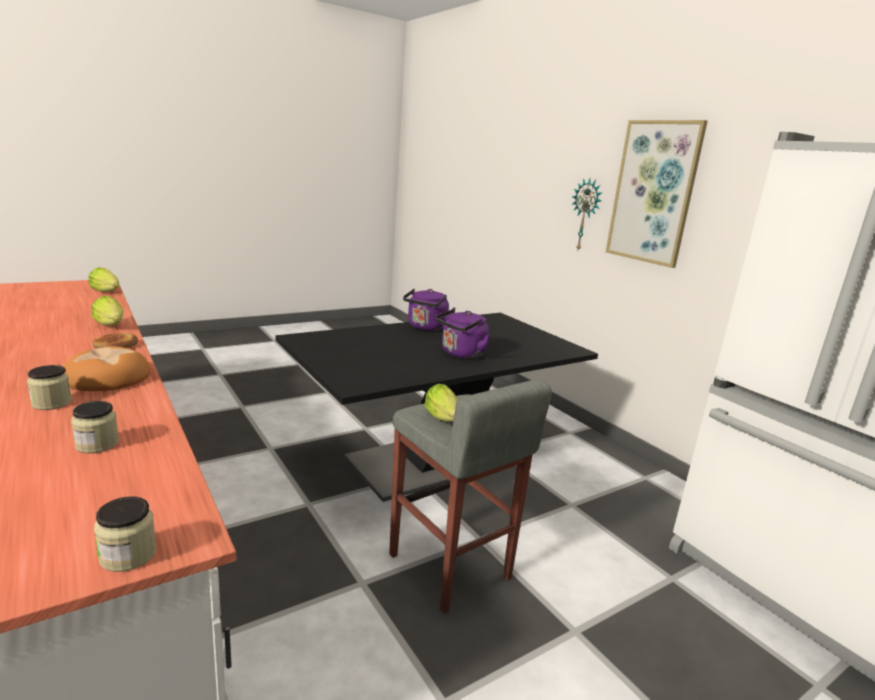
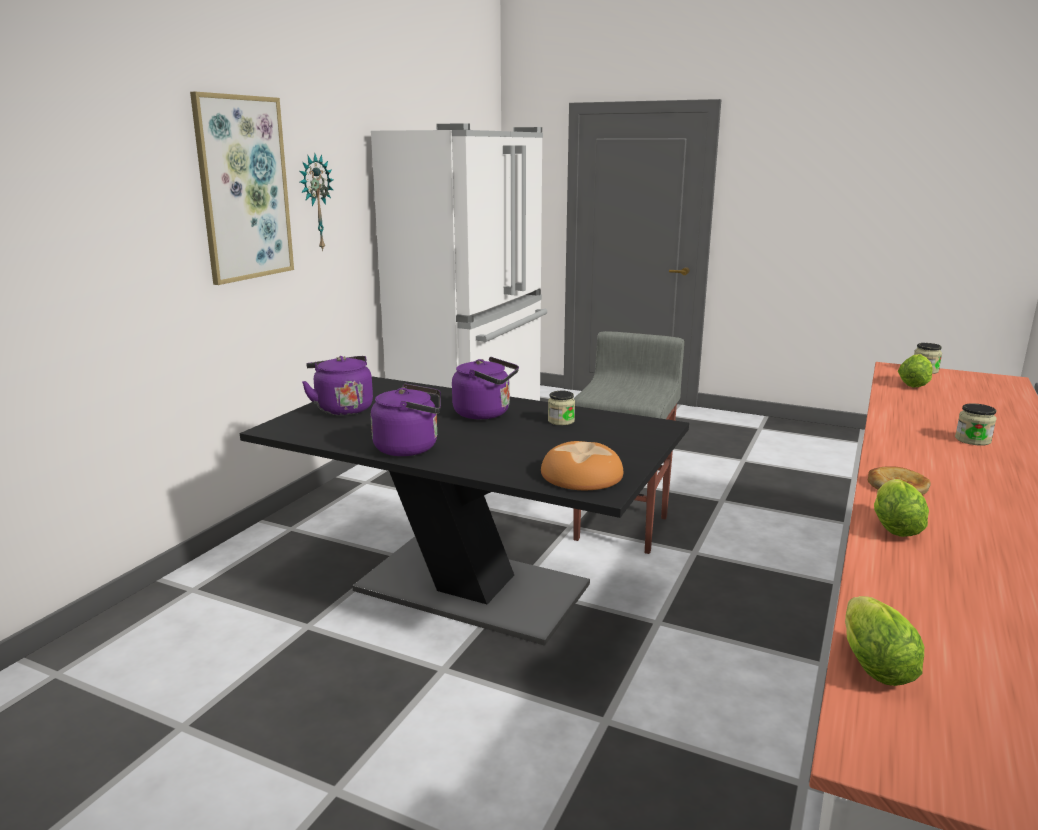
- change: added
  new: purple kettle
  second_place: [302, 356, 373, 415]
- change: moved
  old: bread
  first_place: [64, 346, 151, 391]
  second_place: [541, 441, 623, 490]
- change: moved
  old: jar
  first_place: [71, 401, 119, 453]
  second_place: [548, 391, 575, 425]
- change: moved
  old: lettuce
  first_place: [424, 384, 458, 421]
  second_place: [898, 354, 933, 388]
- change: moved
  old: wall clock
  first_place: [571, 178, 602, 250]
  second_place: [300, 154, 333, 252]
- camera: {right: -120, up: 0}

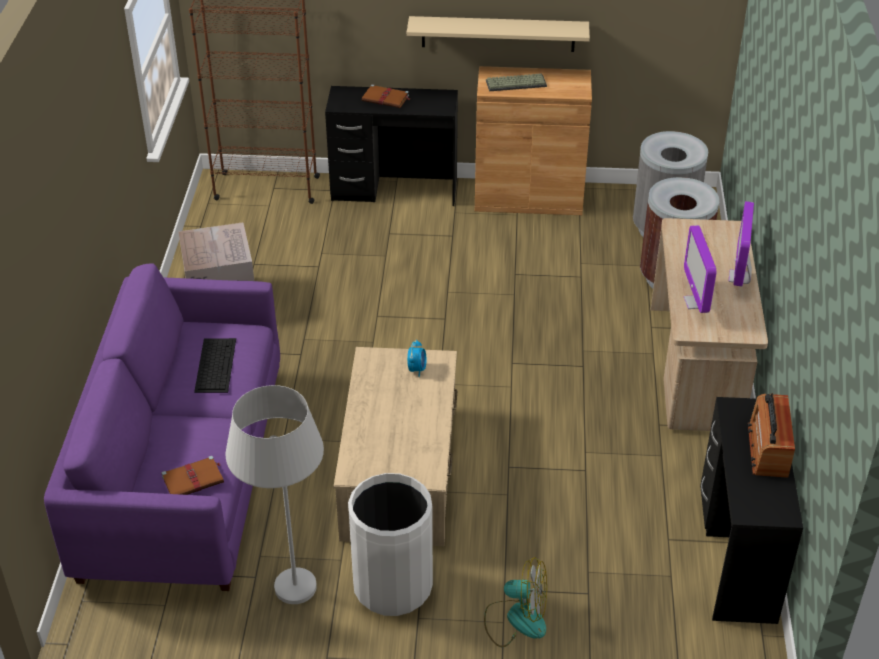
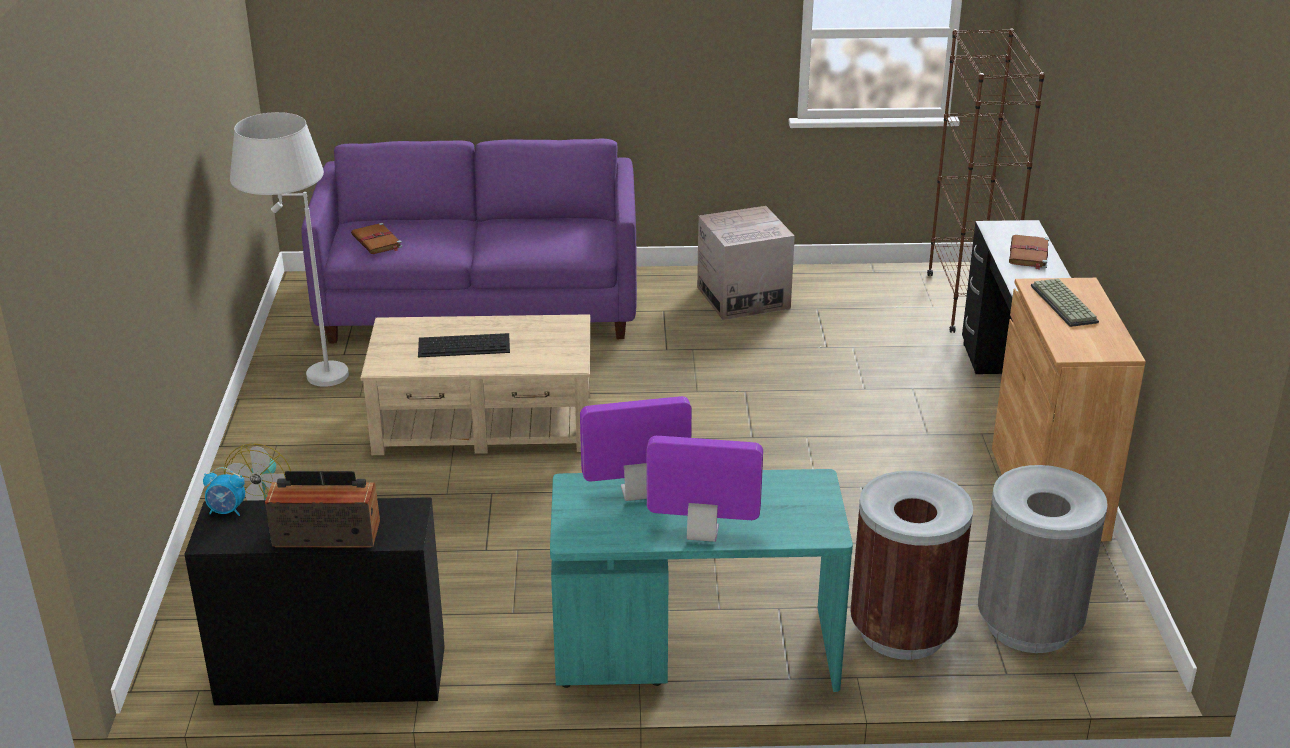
- change: removed
  old: white trash can
  first_place: [348, 473, 433, 616]
- change: removed
  old: beige shelf
  first_place: [407, 16, 590, 52]
- change: moved
  old: keyboard
  first_place: [194, 338, 236, 393]
  second_place: [418, 333, 510, 357]
- change: moved
  old: alarm clock
  first_place: [407, 340, 427, 377]
  second_place: [203, 467, 245, 516]
- change: recoloured
  old: beige desk
  new: turquoise desk
  first_place: [651, 218, 768, 431]
  second_place: [550, 469, 853, 692]
- camera: {right: 85, up: -10}

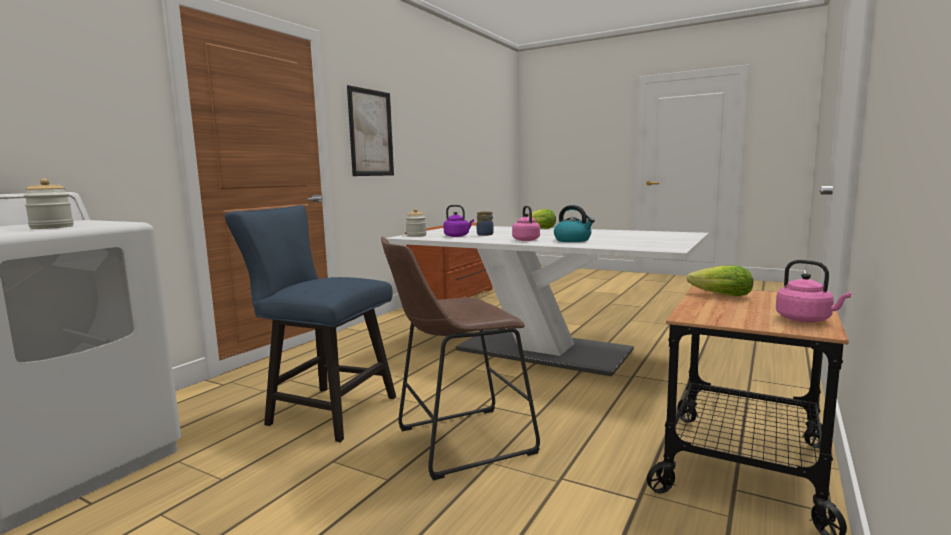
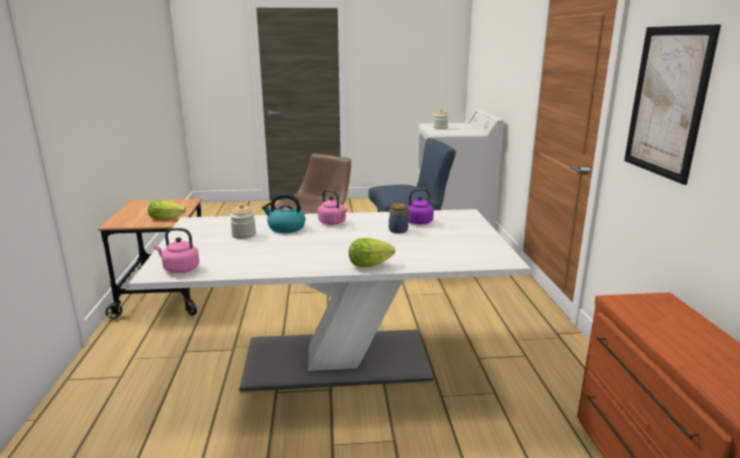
- change: moved
  old: jar
  first_place: [406, 209, 426, 237]
  second_place: [230, 204, 256, 239]
- change: moved
  old: pink kettle
  first_place: [776, 260, 851, 322]
  second_place: [154, 228, 199, 273]
- camera: {right: 145, up: 10}

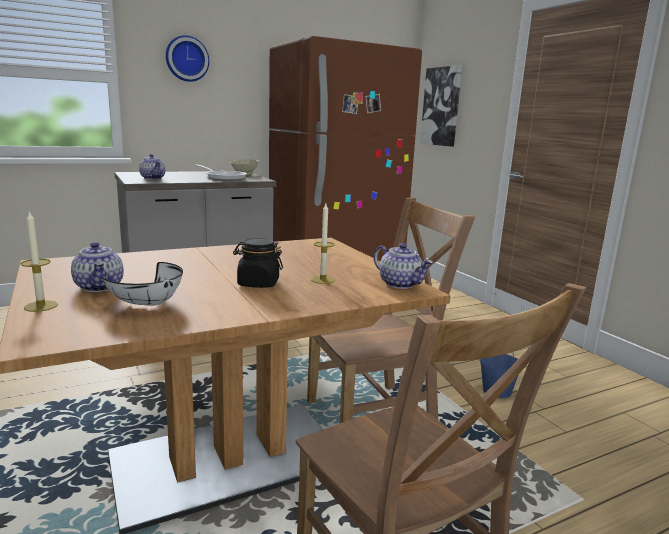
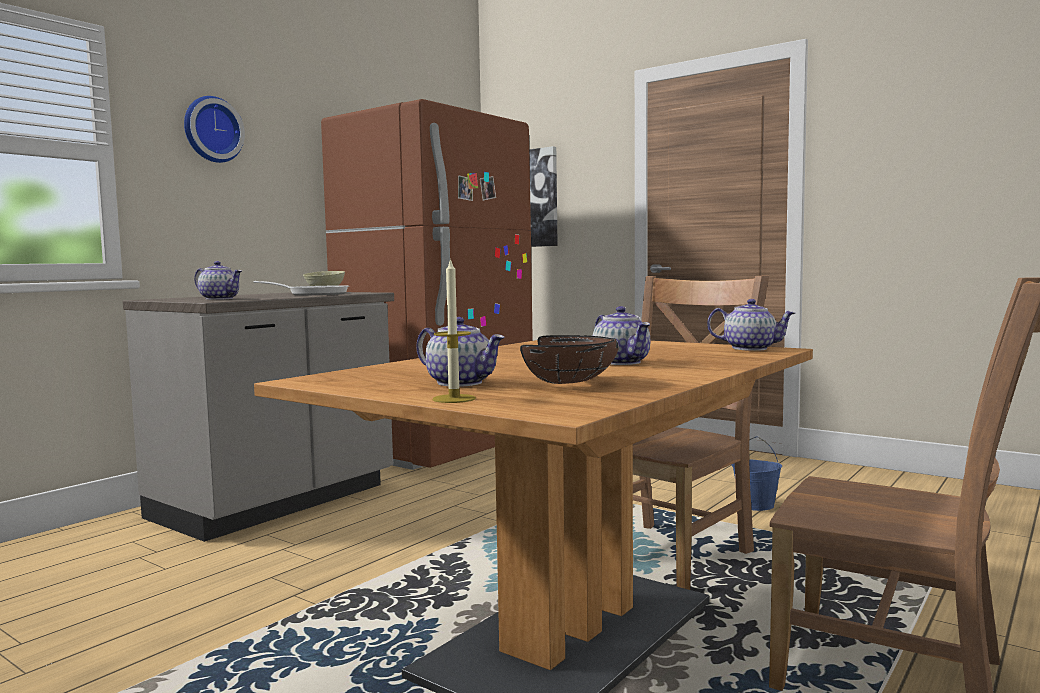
- change: removed
  old: candle
  first_place: [311, 203, 335, 284]
- change: replaced
  old: black jar
  new: teapot
  first_place: [233, 238, 283, 288]
  second_place: [593, 306, 650, 365]
- change: recoloured
  old: white bowl
  new: brown bowl
  first_place: [101, 262, 183, 306]
  second_place: [520, 335, 619, 384]
- camera: {right: -25, up: -10}

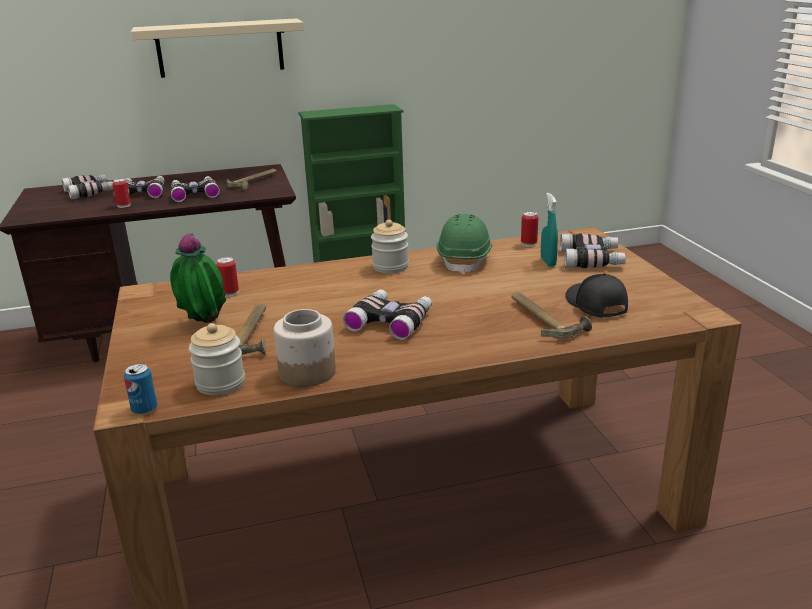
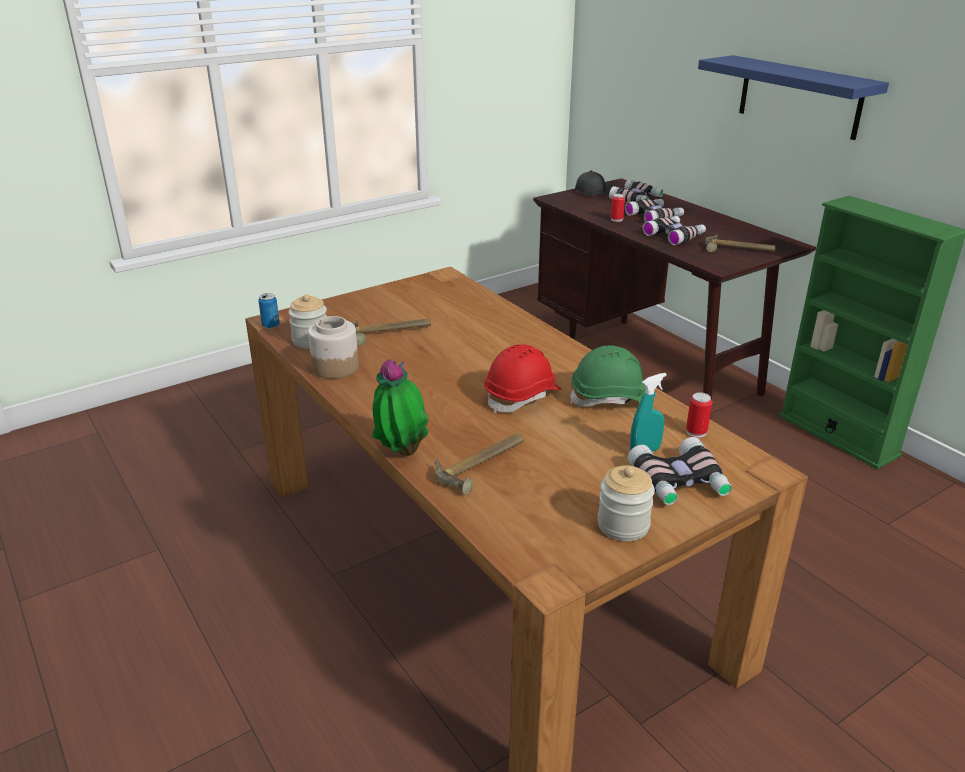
- change: removed
  old: can
  first_place: [216, 257, 239, 297]
- change: removed
  old: binoculars
  first_place: [343, 289, 432, 340]
- change: added
  new: red hard hat
  second_place: [484, 344, 561, 414]
- change: moved
  old: potted plant
  first_place: [170, 233, 226, 323]
  second_place: [372, 359, 429, 456]
- change: moved
  old: jar
  first_place: [371, 220, 409, 273]
  second_place: [598, 465, 655, 541]
- change: moved
  old: black cap
  first_place: [565, 273, 628, 318]
  second_place: [575, 170, 614, 196]
- change: recoloured
  old: beige shelf
  new: blue shelf
  first_place: [131, 18, 304, 78]
  second_place: [698, 55, 889, 140]
- camera: {right: 70, up: 5}

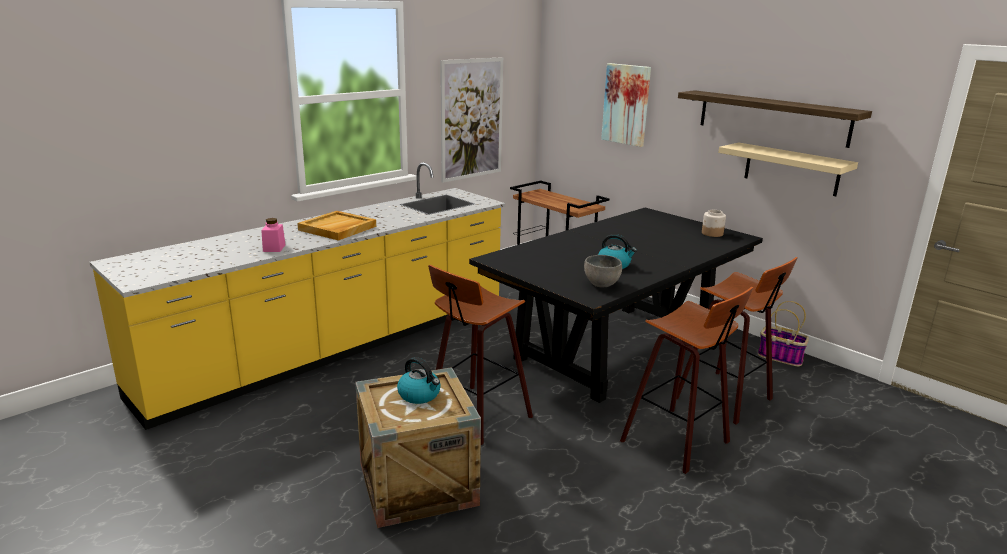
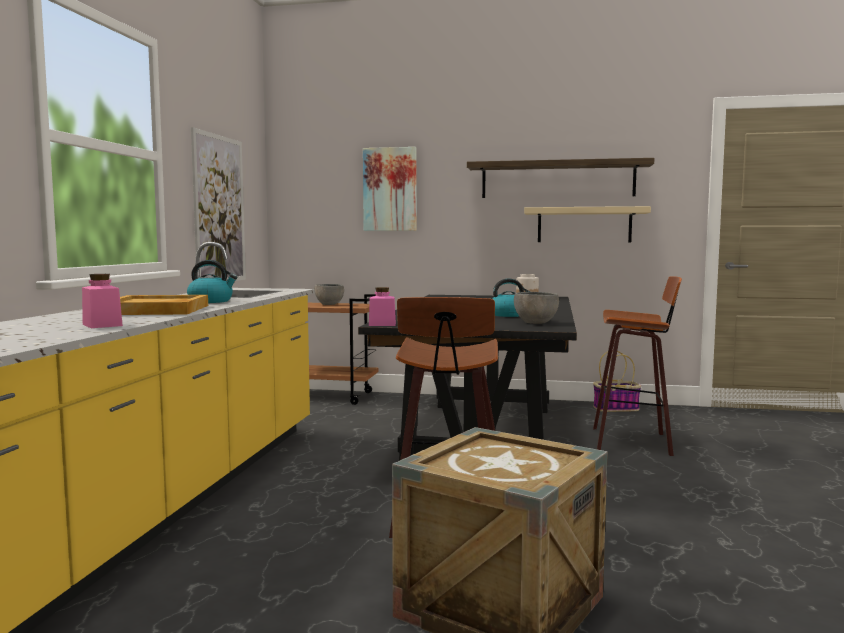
- change: removed
  old: stool
  first_place: [620, 287, 754, 474]
- change: added
  new: grey bowl
  second_place: [314, 284, 344, 305]
- change: added
  new: pink jar
  second_place: [369, 287, 396, 326]
- change: moved
  old: kettle
  first_place: [397, 357, 441, 404]
  second_place: [187, 260, 238, 303]
- camera: {right: -35, up: -15}

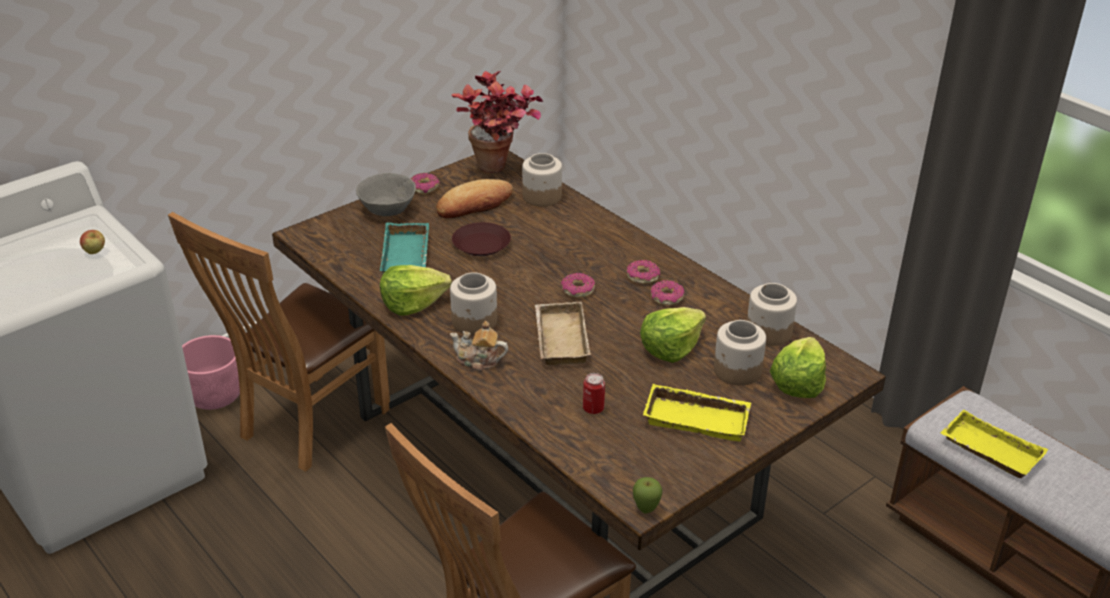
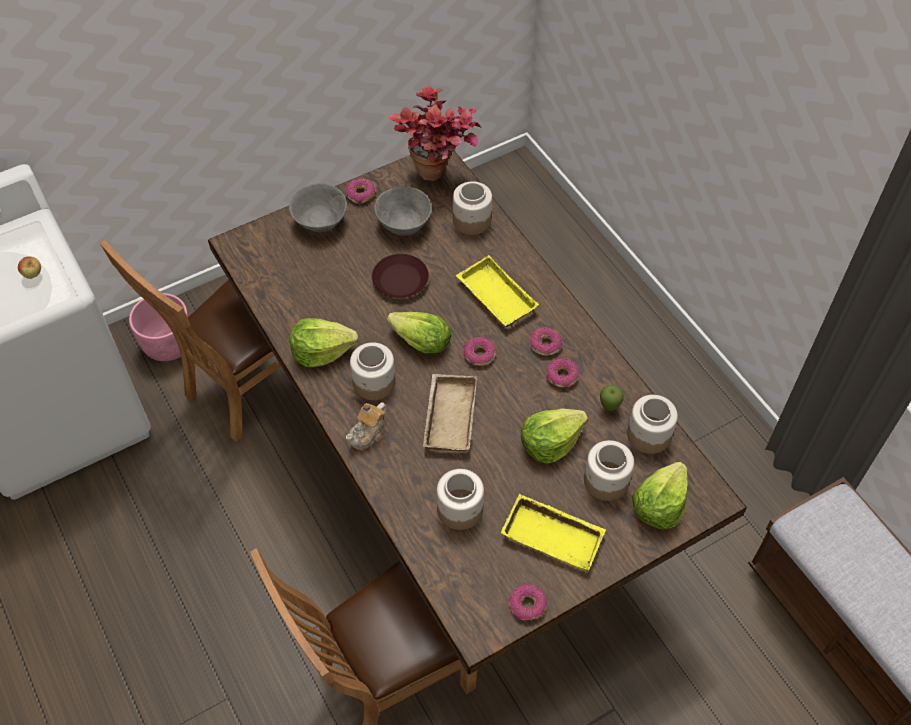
- change: removed
  old: turquoise tray
  first_place: [380, 223, 429, 274]
- change: added
  new: lettuce
  second_place: [387, 312, 451, 353]
- change: added
  new: donut
  second_place: [509, 584, 547, 620]
- change: moved
  old: apple
  first_place: [633, 477, 662, 513]
  second_place: [600, 385, 624, 411]
- change: moved
  old: yellow tray
  first_place: [940, 410, 1048, 478]
  second_place: [456, 255, 539, 327]
- change: replaced
  old: bread
  new: grey bowl
  first_place: [437, 179, 513, 218]
  second_place: [374, 186, 432, 236]
- change: replaced
  old: can
  new: jar
  first_place: [583, 373, 605, 414]
  second_place: [437, 469, 484, 530]
- change: turned
  old: teapot
  first_place: [450, 321, 508, 371]
  second_place: [346, 402, 387, 450]
  degrees: -75
- camera: {right: 10, up: 20}

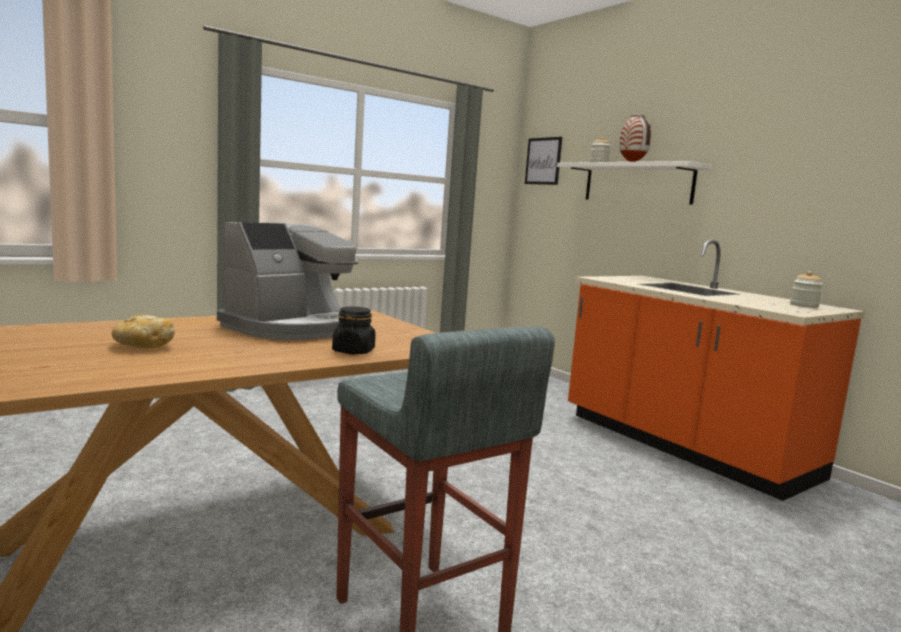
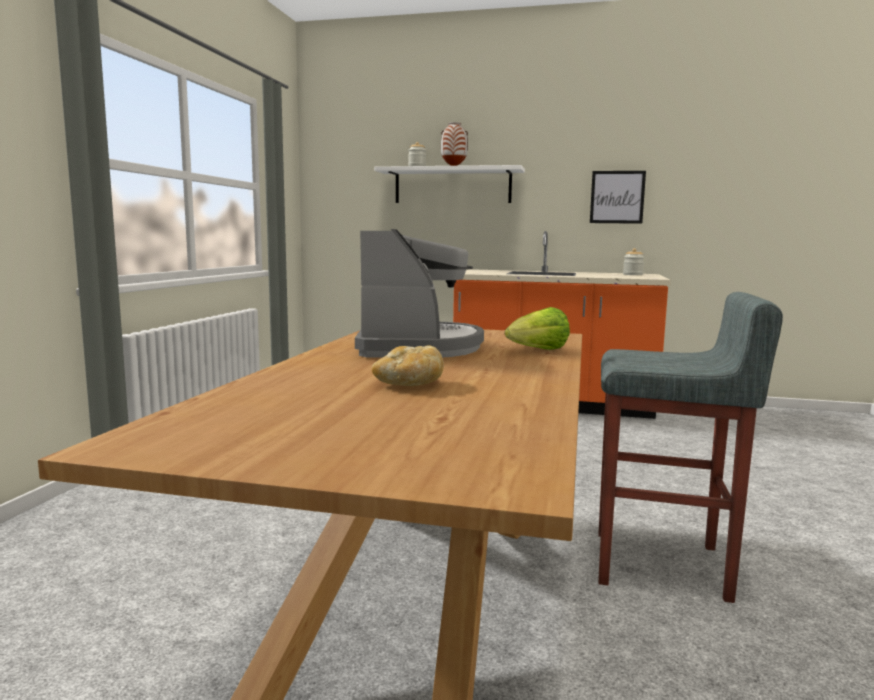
- change: moved
  old: picture
  first_place: [525, 137, 562, 185]
  second_place: [590, 171, 646, 224]
- change: replaced
  old: black jar
  new: lettuce
  first_place: [332, 306, 375, 354]
  second_place: [505, 307, 570, 350]
- camera: {right: -40, up: 0}

